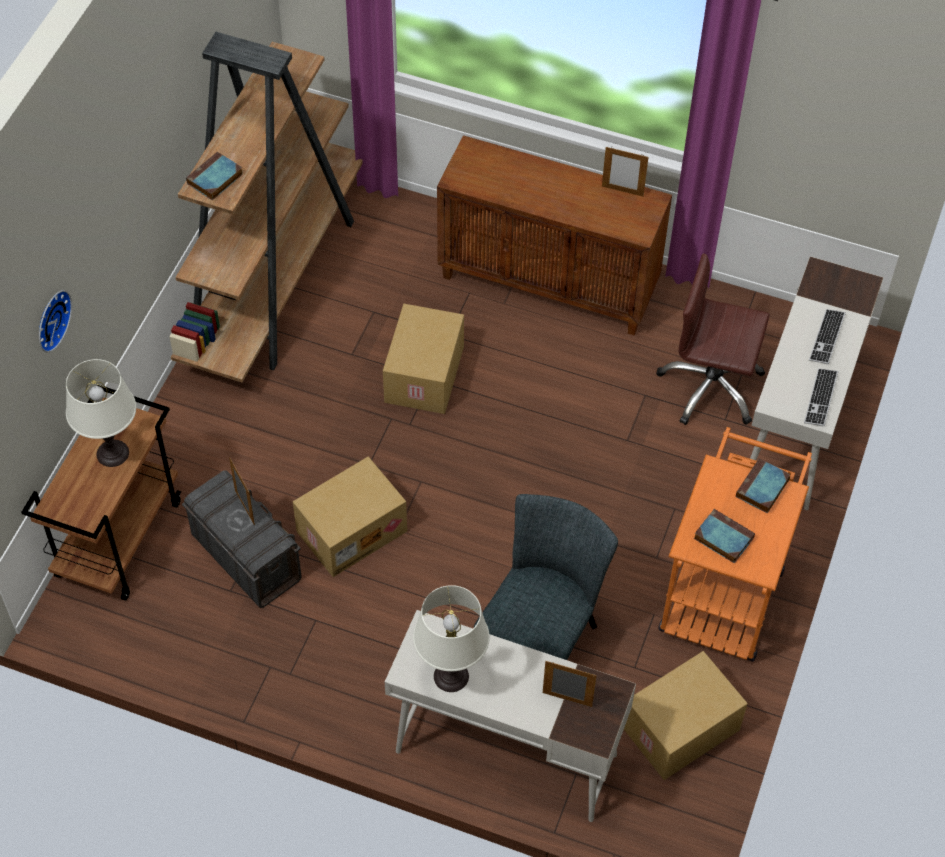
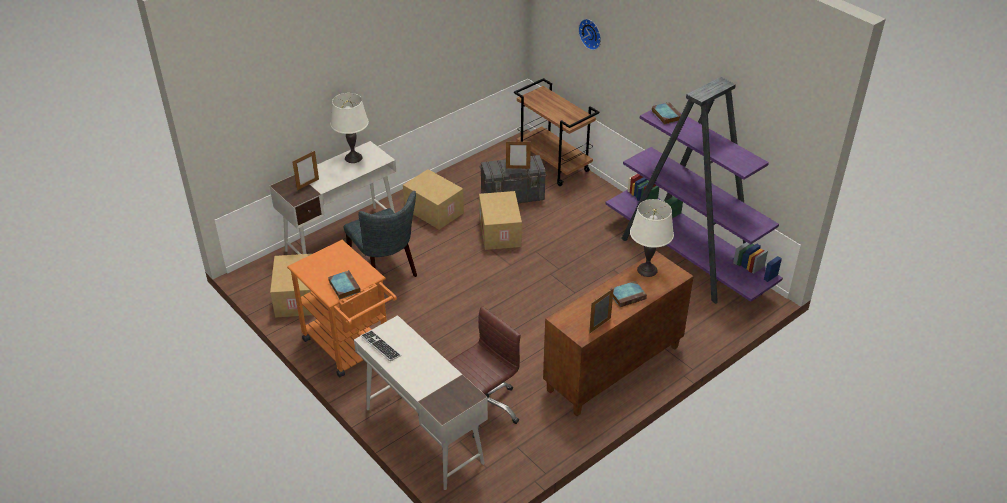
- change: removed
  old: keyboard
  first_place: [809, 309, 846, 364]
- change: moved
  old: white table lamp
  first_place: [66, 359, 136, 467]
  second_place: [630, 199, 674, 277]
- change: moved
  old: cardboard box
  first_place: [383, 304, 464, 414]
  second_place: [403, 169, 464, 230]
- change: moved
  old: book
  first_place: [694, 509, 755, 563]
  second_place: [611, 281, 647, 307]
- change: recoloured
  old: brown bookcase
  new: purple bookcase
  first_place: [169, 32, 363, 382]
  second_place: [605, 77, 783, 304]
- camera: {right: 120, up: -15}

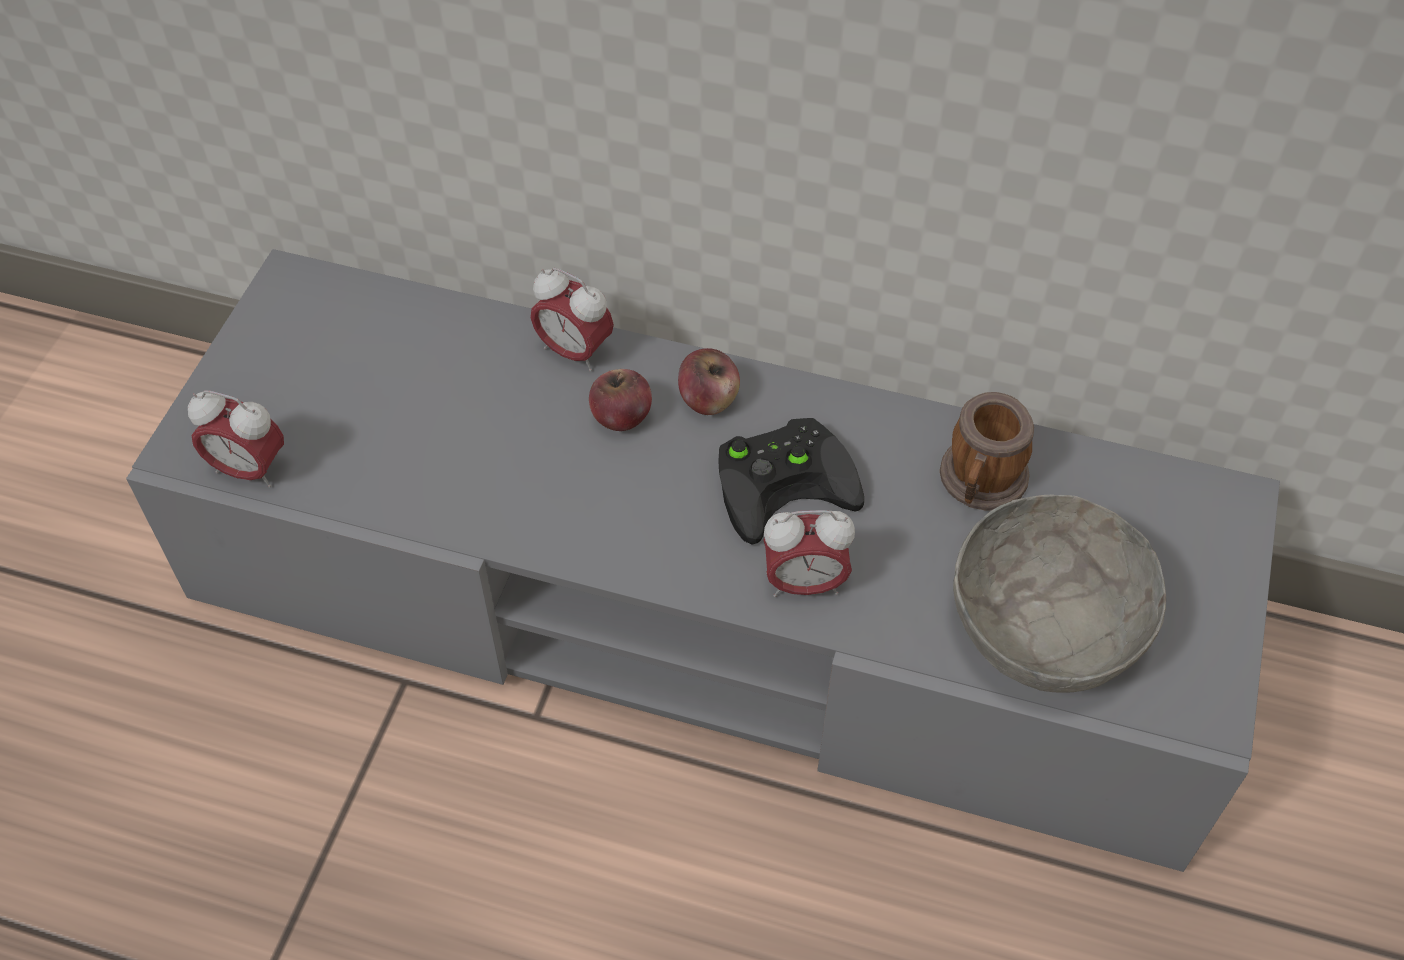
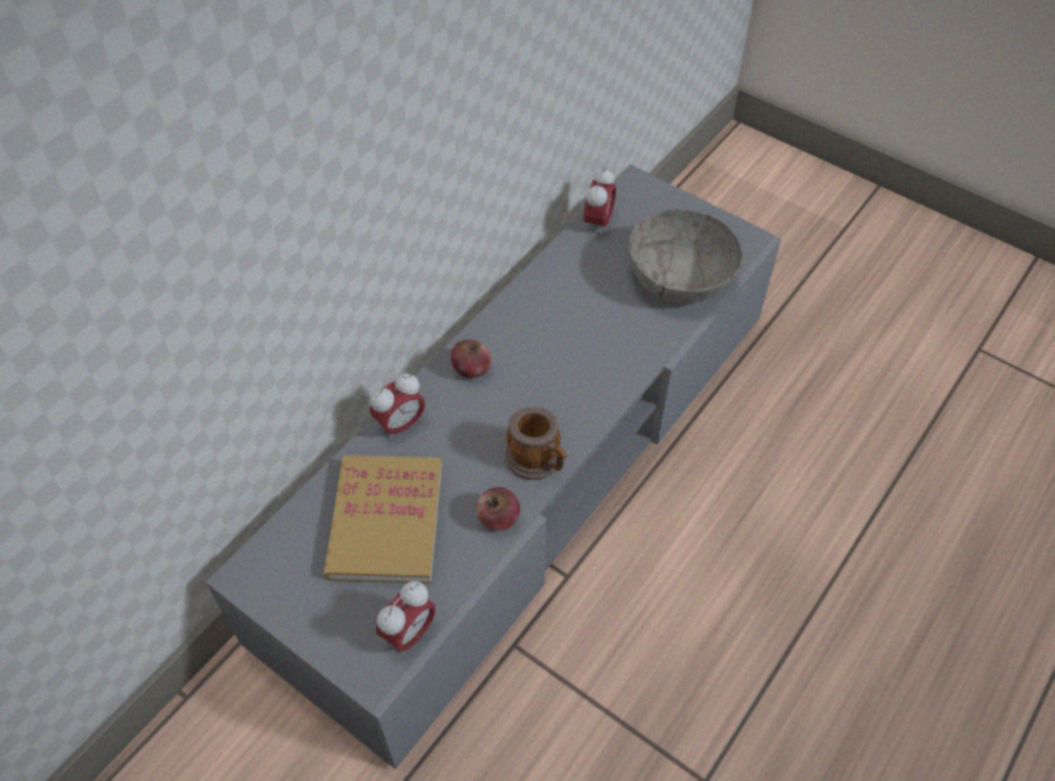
- change: removed
  old: black game controller
  first_place: [718, 418, 864, 545]
- change: added
  new: book
  second_place: [324, 455, 442, 584]
- change: moved
  old: apple
  first_place: [589, 369, 652, 431]
  second_place: [477, 487, 520, 531]
- change: moved
  old: alarm clock
  first_place: [763, 510, 855, 597]
  second_place: [584, 167, 616, 235]
- change: moved
  old: mug
  first_place: [940, 392, 1034, 510]
  second_place: [505, 407, 567, 480]
- camera: {right: -70, up: 0}

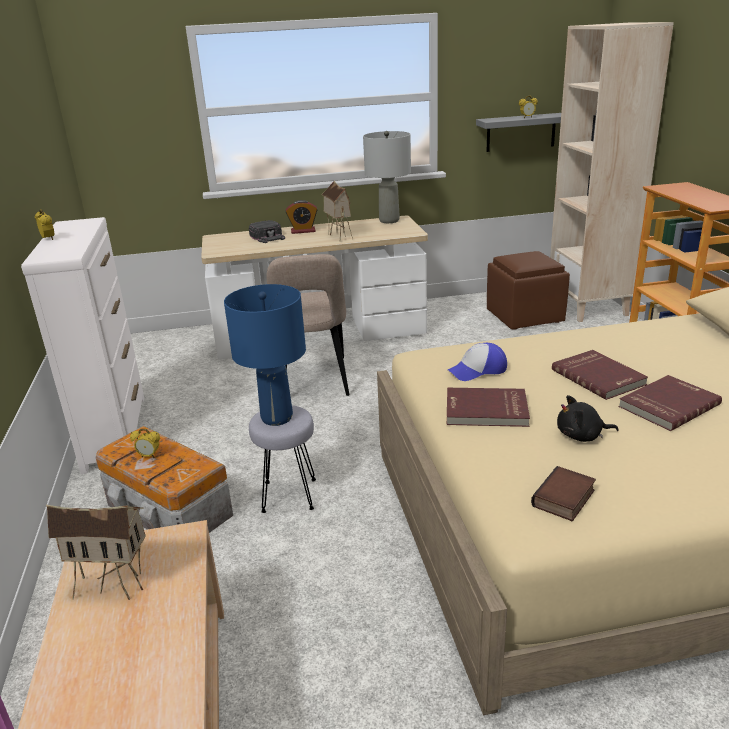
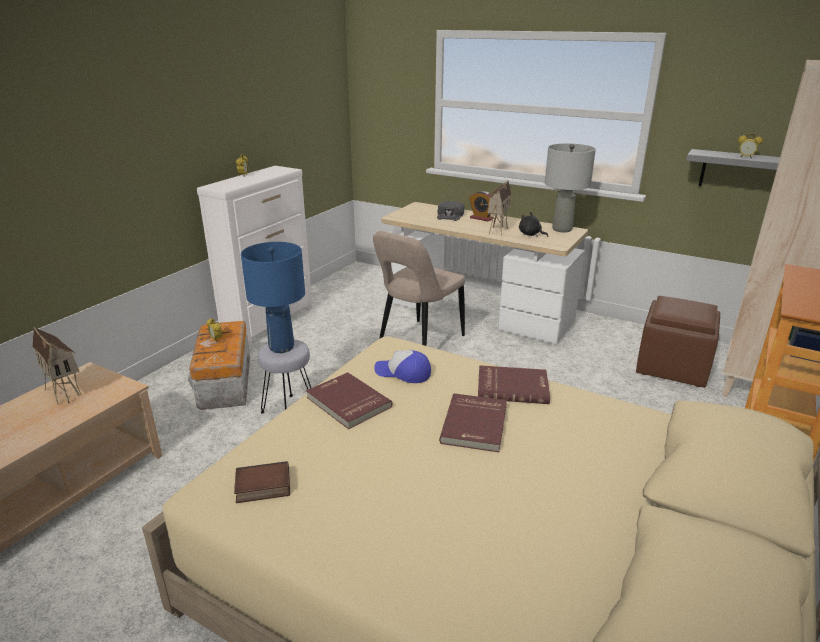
- change: moved
  old: black plush toy
  first_place: [557, 395, 619, 442]
  second_place: [519, 212, 548, 237]
- change: moved
  old: red book
  first_place: [618, 375, 722, 431]
  second_place: [478, 365, 550, 404]
- camera: {right: 40, up: 0}

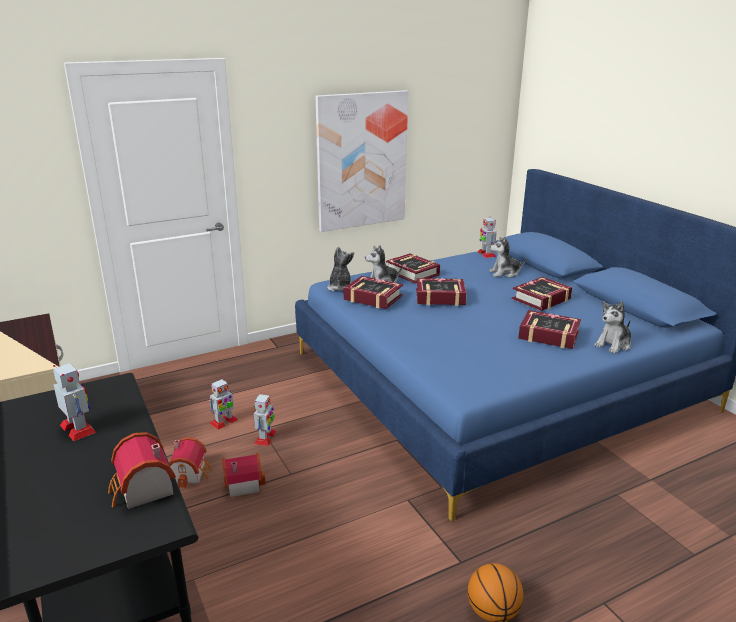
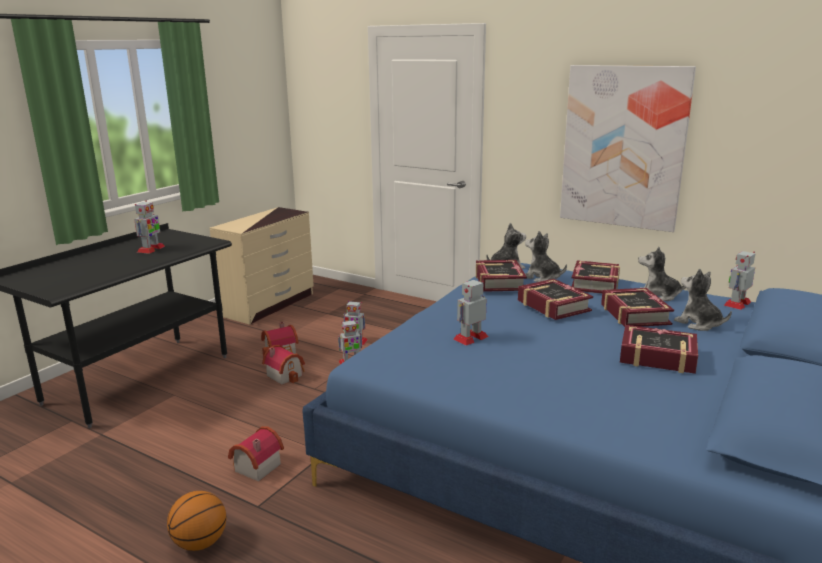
- change: added
  new: toy robot
  second_place: [453, 280, 488, 345]
- change: moved
  old: toy house
  first_place: [108, 432, 176, 509]
  second_place: [228, 426, 284, 481]
- change: moved
  old: book
  first_place: [518, 310, 581, 349]
  second_place: [601, 288, 674, 327]
- change: moved
  old: plush toy
  first_place: [594, 301, 631, 354]
  second_place: [638, 247, 686, 301]
- camera: {right: 60, up: -5}

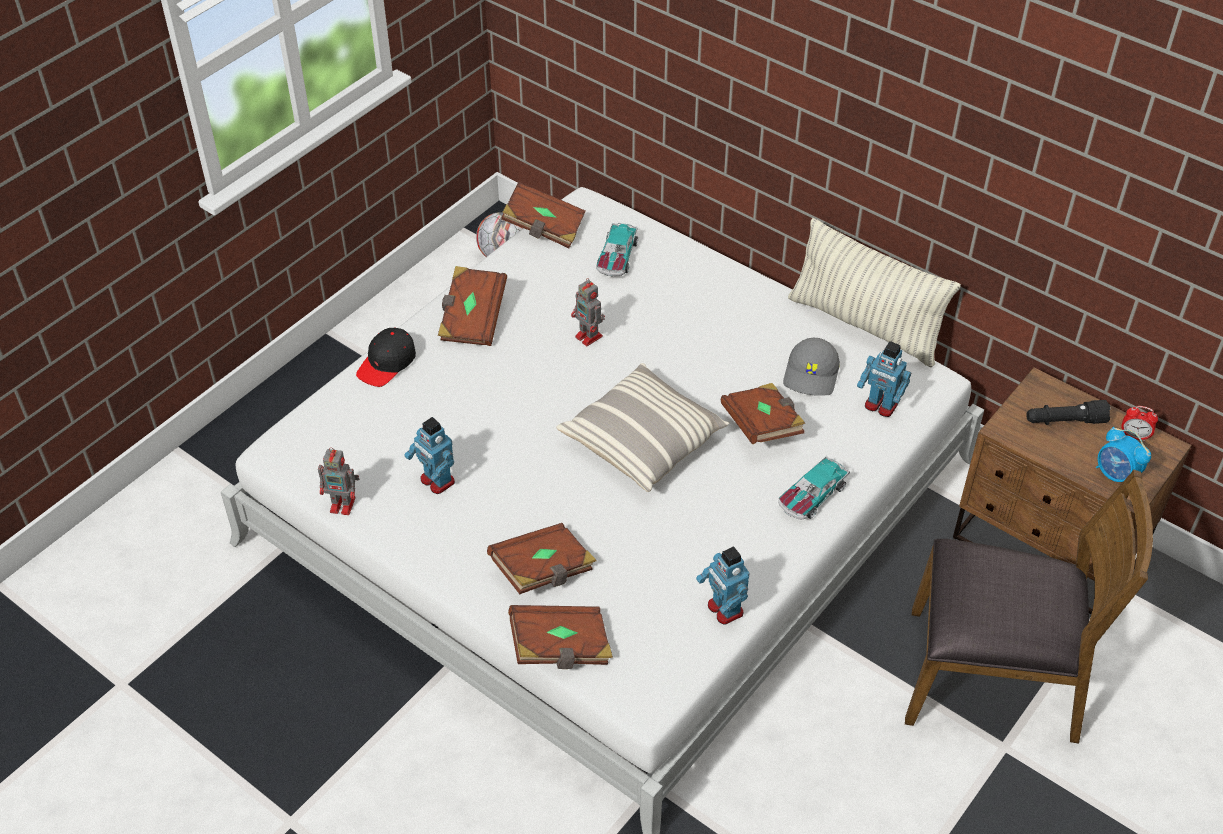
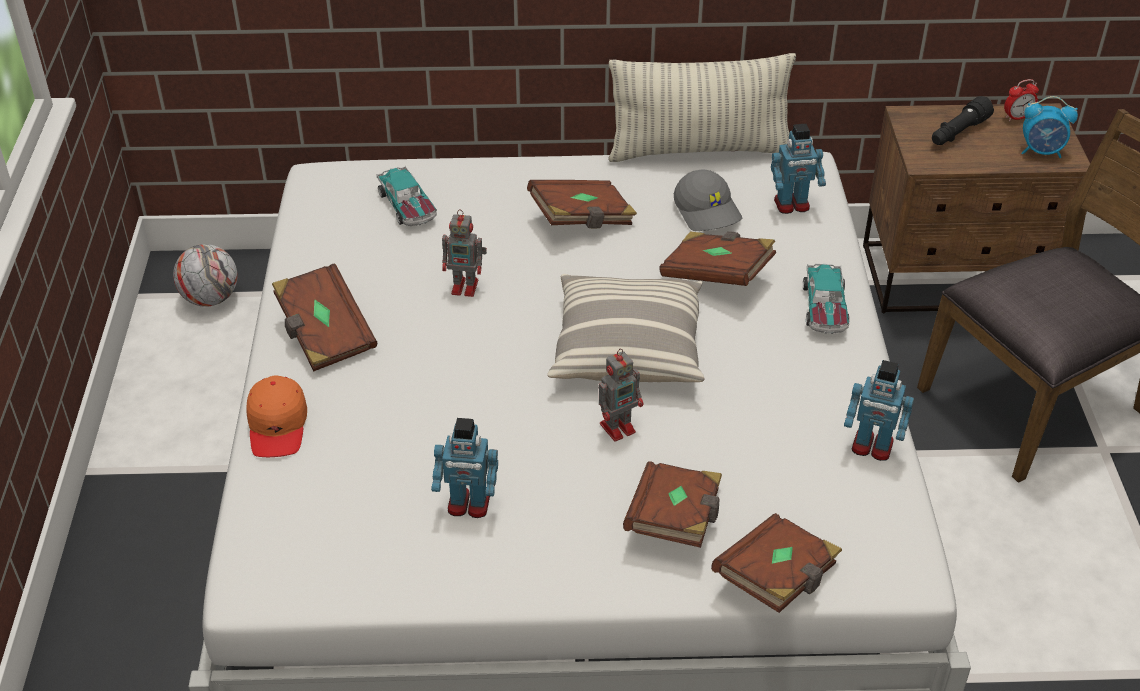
- change: moved
  old: toy robot
  first_place: [318, 447, 359, 515]
  second_place: [598, 349, 643, 442]
- change: moved
  old: brown book
  first_place: [501, 182, 585, 248]
  second_place: [527, 180, 637, 229]
- change: recoloured
  old: black cap
  new: orange cap
  first_place: [356, 327, 416, 387]
  second_place: [246, 375, 307, 457]
- camera: {right: -40, up: -5}

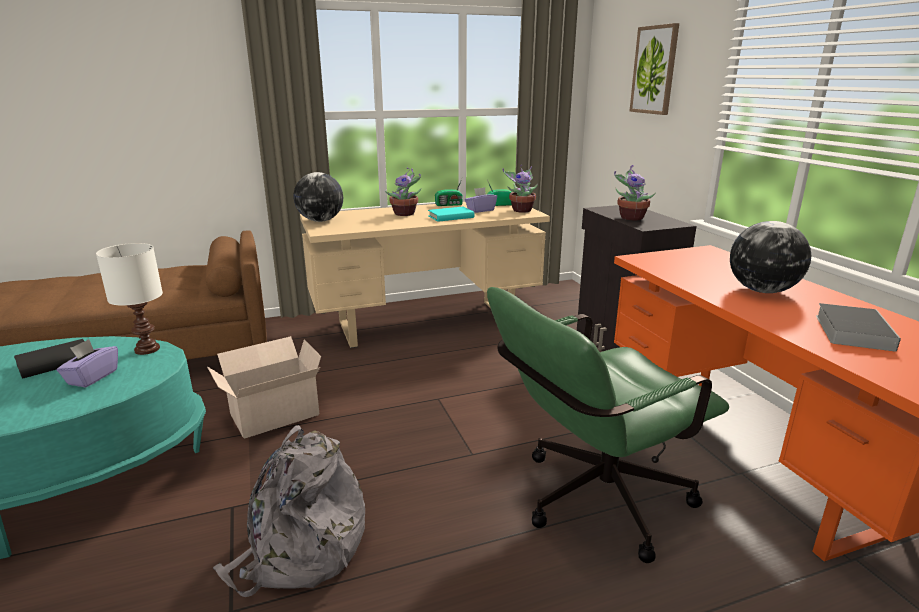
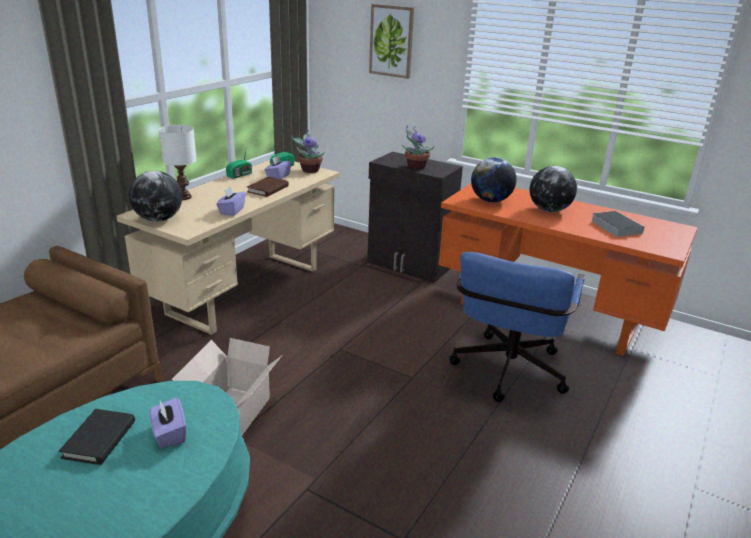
- change: removed
  old: grey backpack
  first_place: [213, 425, 365, 597]
- change: removed
  old: potted plant
  first_place: [385, 168, 422, 216]
- change: added
  new: purple tissue box
  second_place: [216, 186, 245, 216]
- change: added
  new: globe
  second_place: [471, 157, 516, 202]
- change: moved
  old: white table lamp
  first_place: [96, 243, 163, 355]
  second_place: [159, 125, 197, 200]
- change: recoloured
  old: turquoise book
  new: brown book
  first_place: [428, 207, 475, 222]
  second_place: [247, 177, 289, 197]
- change: recoloured
  old: green office chair
  new: blue office chair
  first_place: [487, 287, 729, 563]
  second_place: [449, 252, 585, 402]
- camera: {right: -40, up: 5}

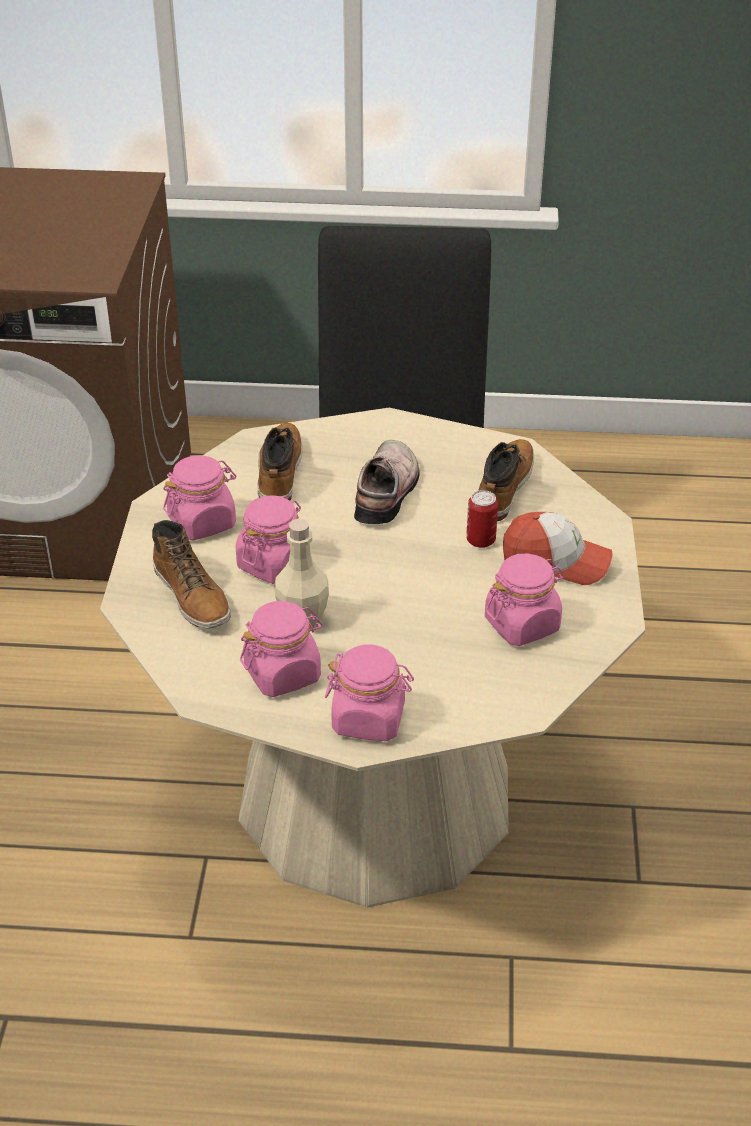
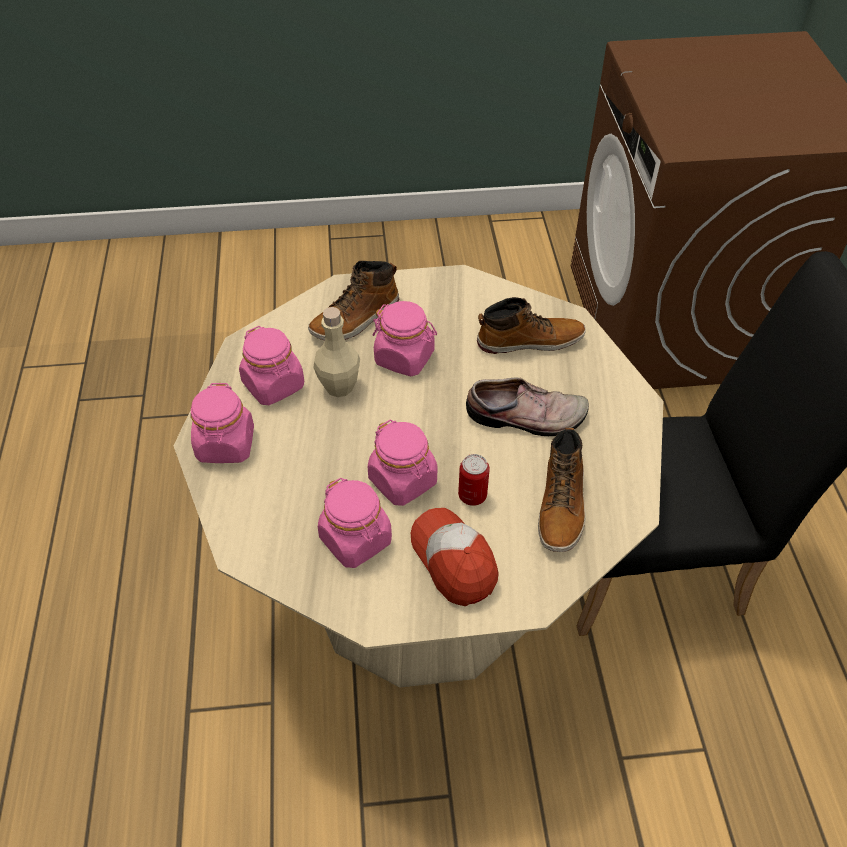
- change: moved
  old: pink jar
  first_place: [163, 455, 236, 541]
  second_place: [368, 420, 437, 506]
- change: turned
  old: boot
  first_place: [478, 439, 534, 521]
  second_place: [538, 428, 585, 552]
  degrees: 90
- change: turned
  old: cap
  first_place: [503, 512, 613, 585]
  second_place: [411, 508, 499, 606]
  degrees: 150
- camera: {right: 80, up: 10}

